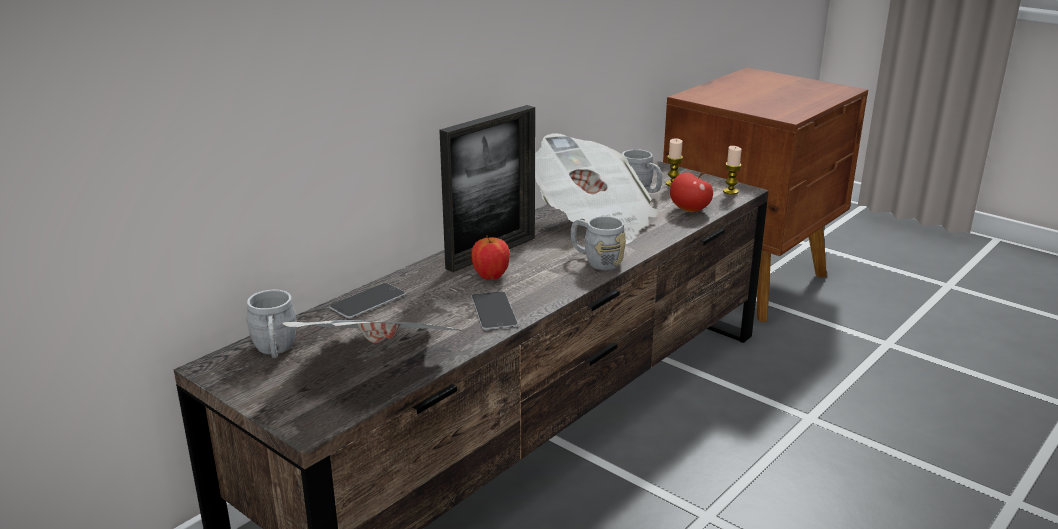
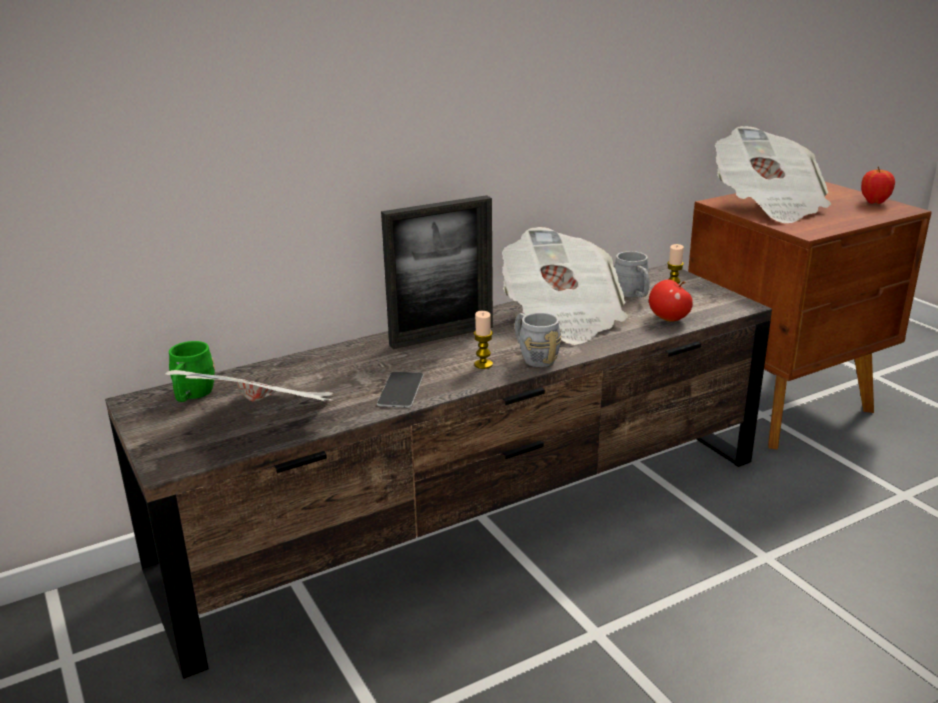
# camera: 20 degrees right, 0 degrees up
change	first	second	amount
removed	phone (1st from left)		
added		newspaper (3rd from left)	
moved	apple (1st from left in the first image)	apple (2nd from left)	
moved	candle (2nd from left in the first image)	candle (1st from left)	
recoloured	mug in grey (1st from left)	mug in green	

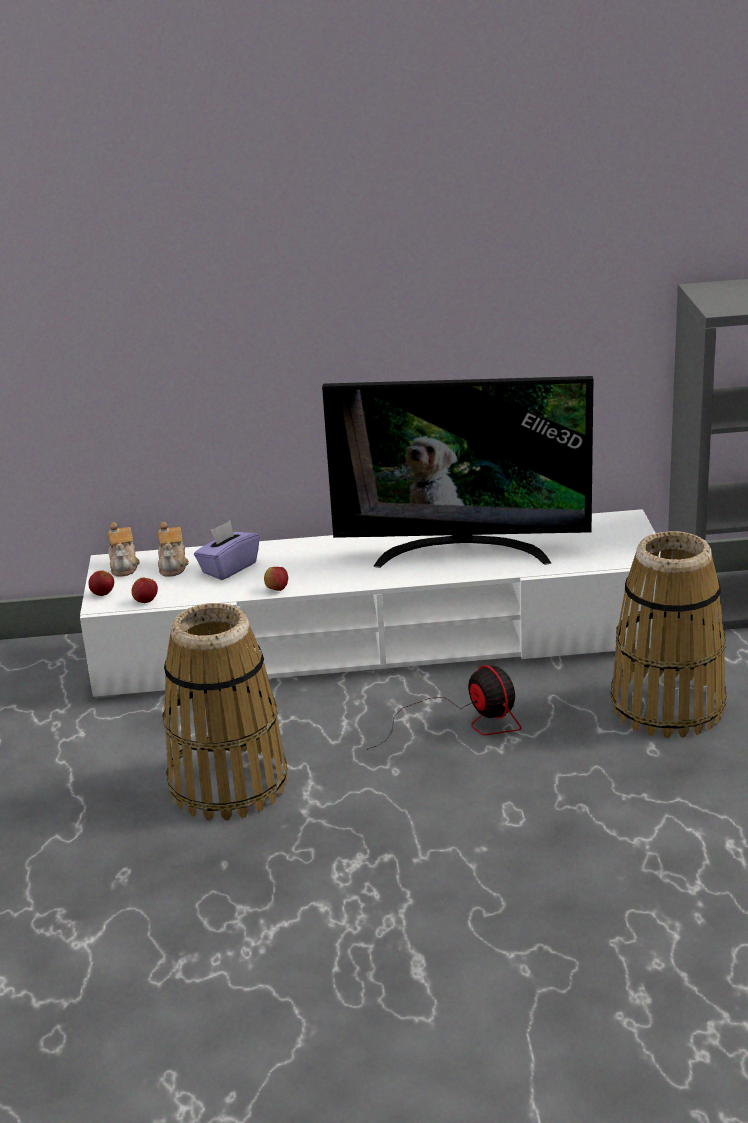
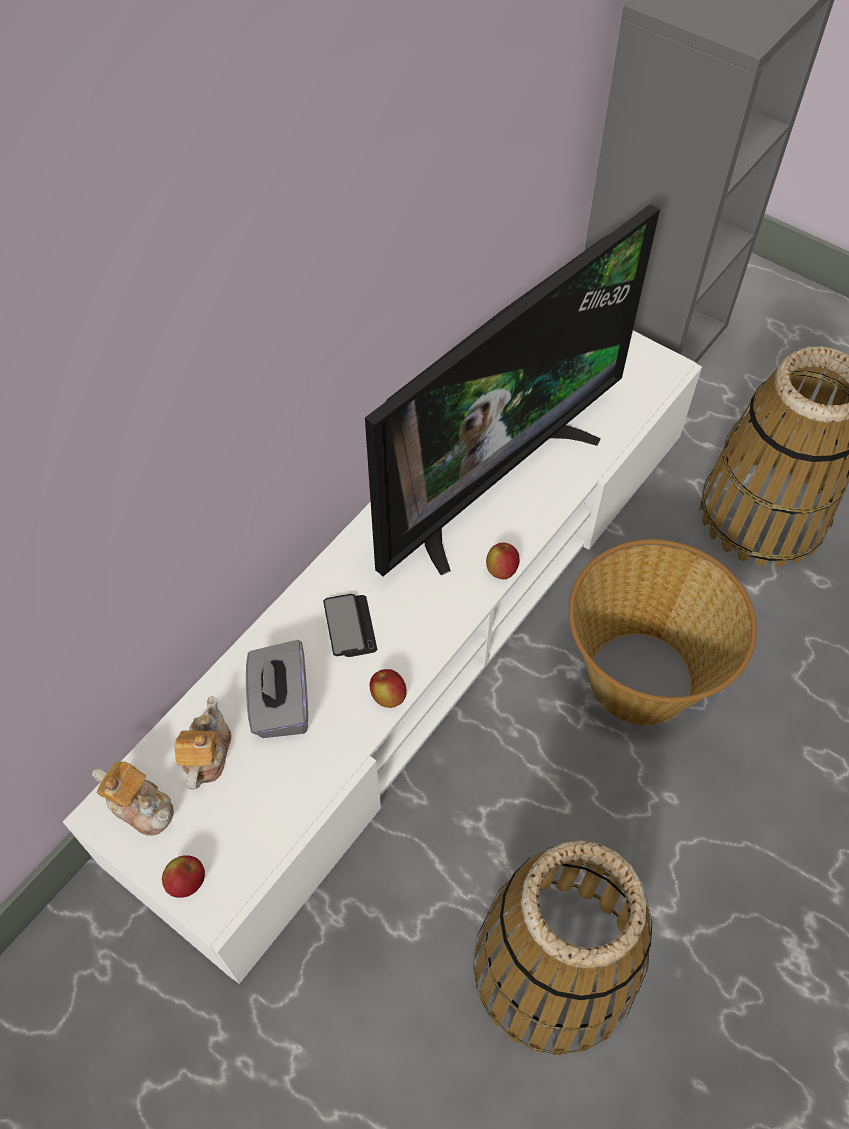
# camera: 50 degrees left, 30 degrees up
change	first	second	amount
added		phone	
moved	apple (2nd from left in the first image)	apple (3rd from left)	
replaced	fan	basket (2nd from left)	
recoloured	tissue box in purple	tissue box in grey	
turned	teapot (2nd from left)		120 degrees counterclockwise

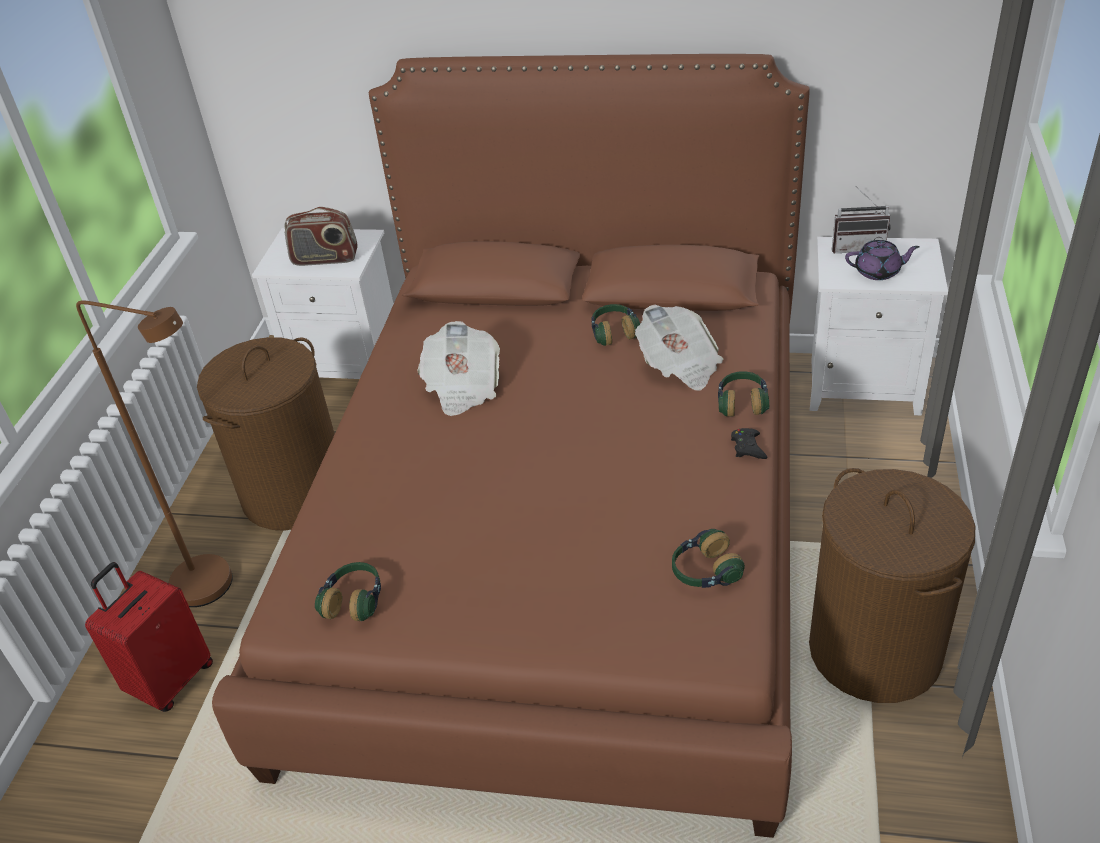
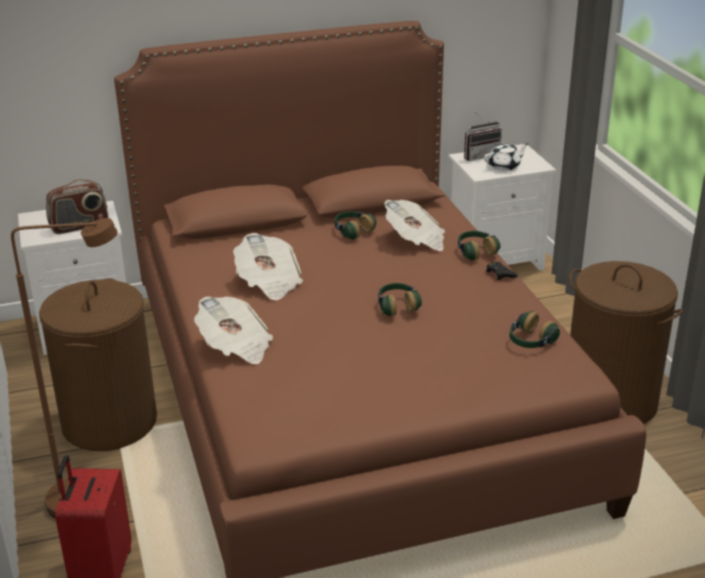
# camera: 30 degrees left, 10 degrees down
change	first	second	amount
added		newspaper (1st from left)	
moved	headphones (1st from left in the first image)	headphones (2nd from left)	
recoloured	teapot in purple	teapot in white	

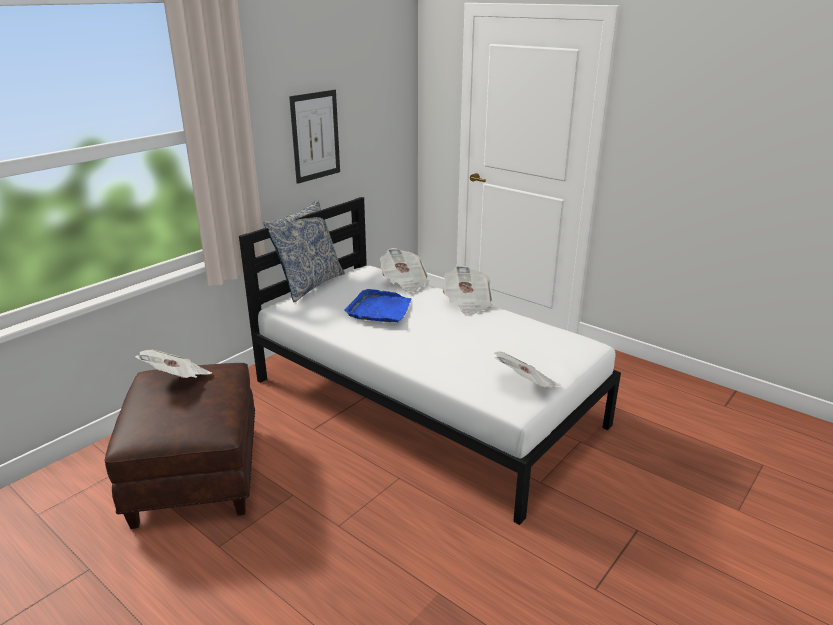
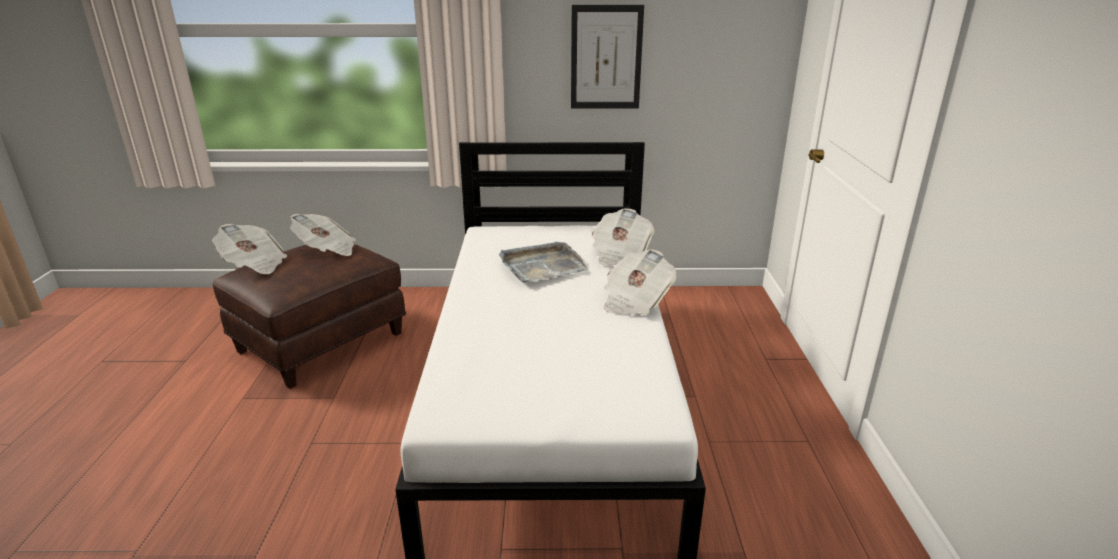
# camera: 50 degrees right, 0 degrees up
change	first	second	amount
removed	pillow		
moved	newspaper (4th from left in the first image)	newspaper (1st from left)	
recoloured	tray in blue	tray in grey	

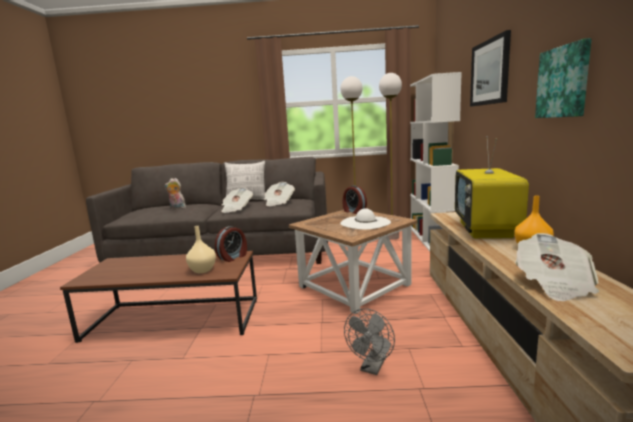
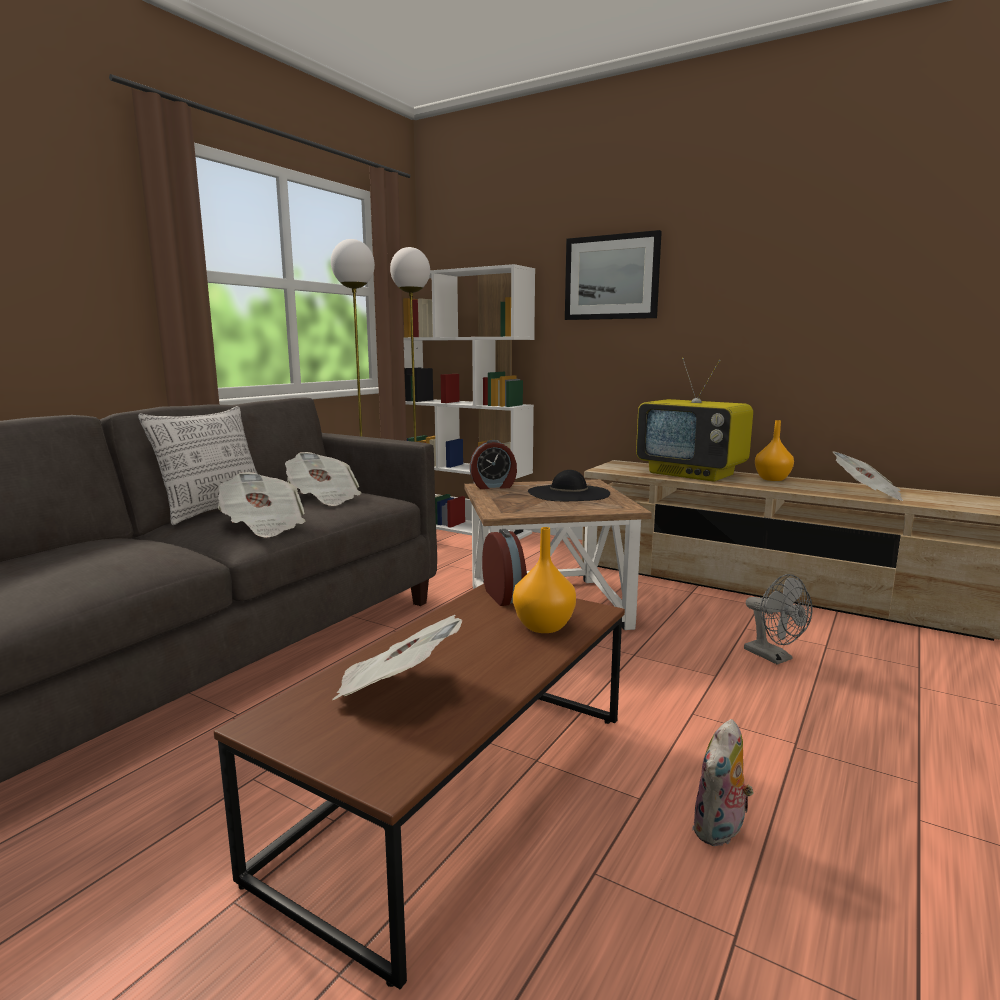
# camera: 60 degrees left, 0 degrees up
change	first	second	amount
removed	picture (2nd from left)		
added		newspaper (3rd from left)	
moved	plush toy		
recoloured	vase in beige	vase in orange (1st from left)	
recoloured	hat in white	hat in black	

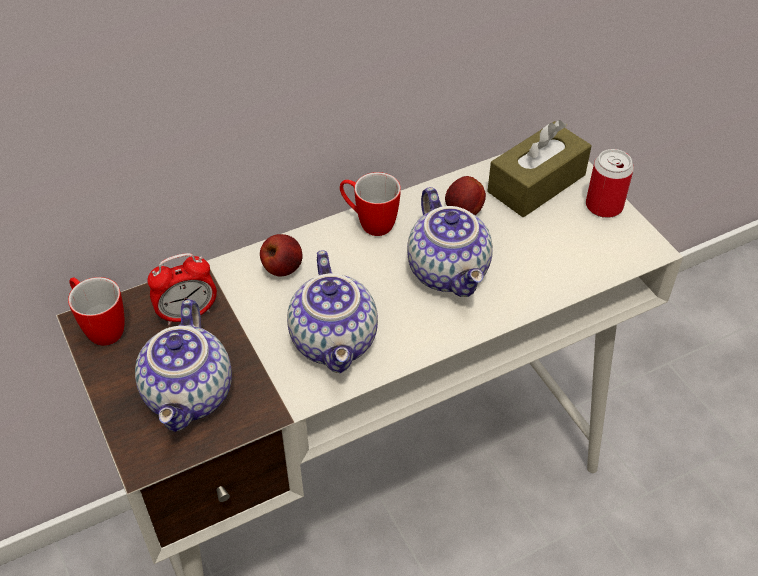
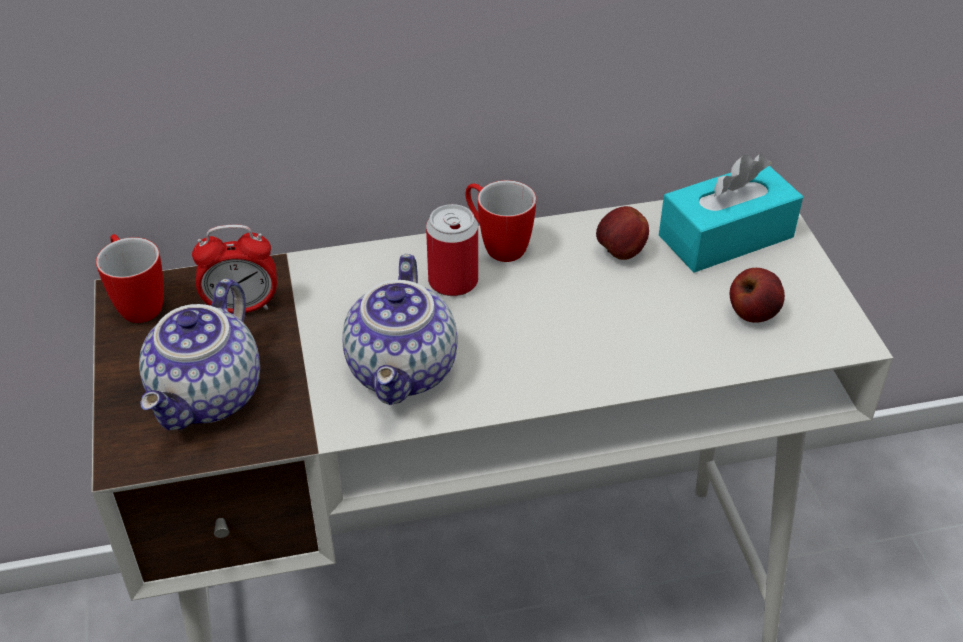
# camera: 15 degrees right, 5 degrees down
change	first	second	amount
removed	teapot (3rd from left)		
moved	apple (1st from left in the first image)	apple (2nd from left)	
moved	can		
recoloured	tissue box in brown	tissue box in turquoise	

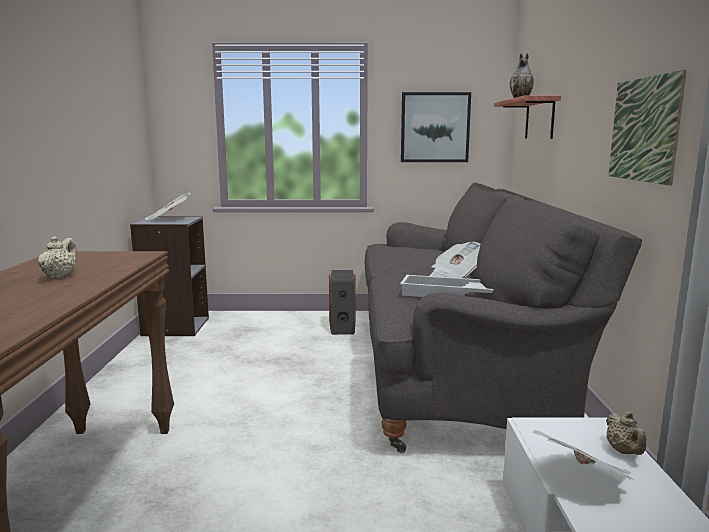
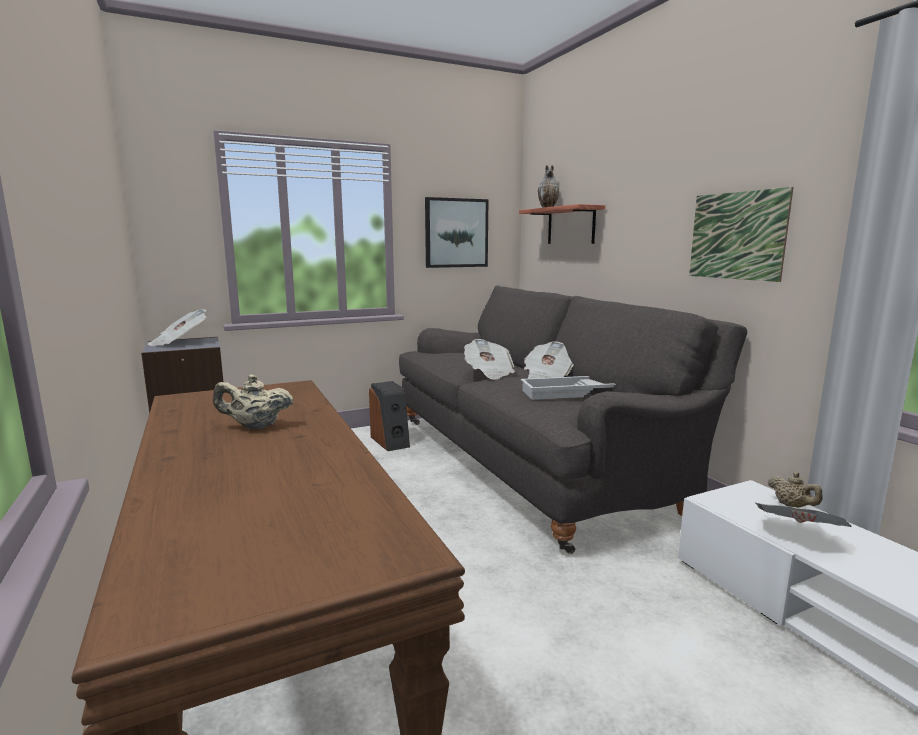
# camera: 25 degrees left, 0 degrees up
change	first	second	amount
added		newspaper (2nd from left)	
turned	teapot in beige (1st from left)		75 degrees counterclockwise

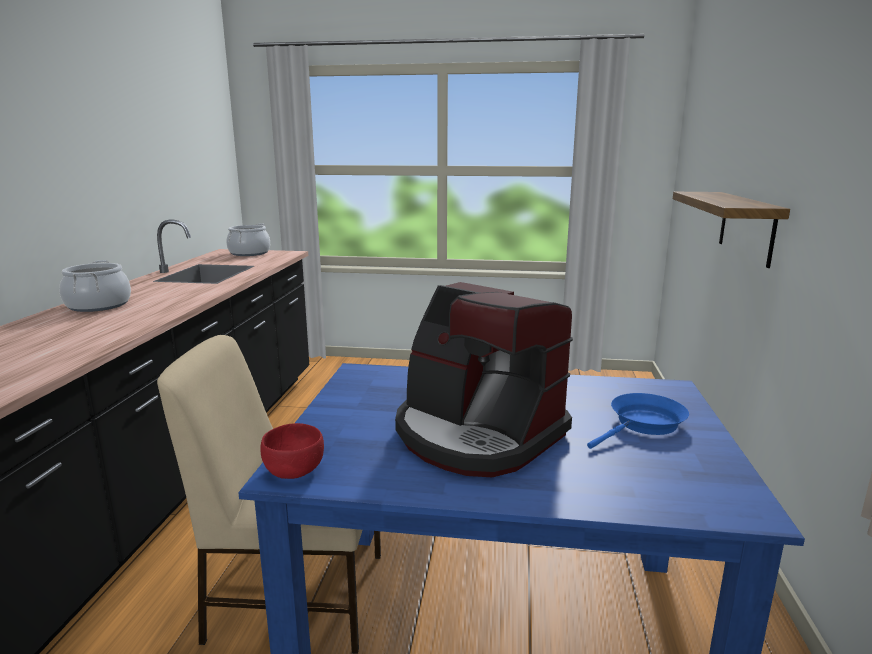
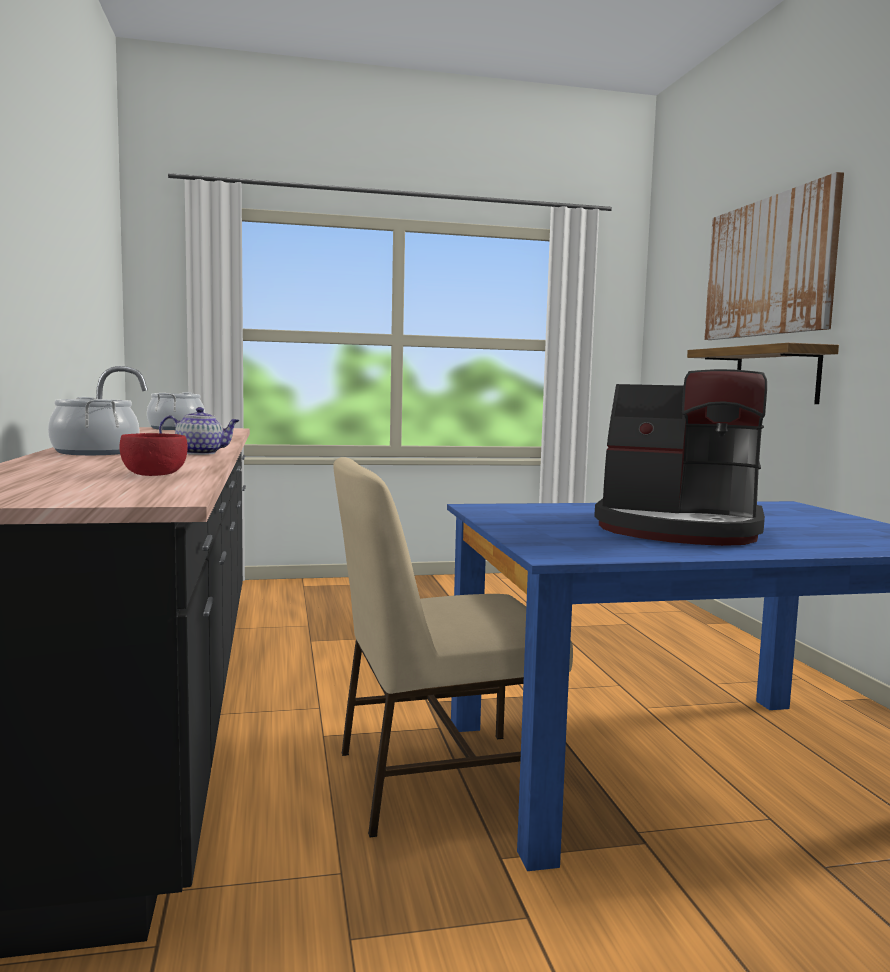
# camera: 20 degrees left, 10 degrees down
change	first	second	amount
removed	frying pan in blue		
added		teapot	
added		picture	
moved	bowl in red		

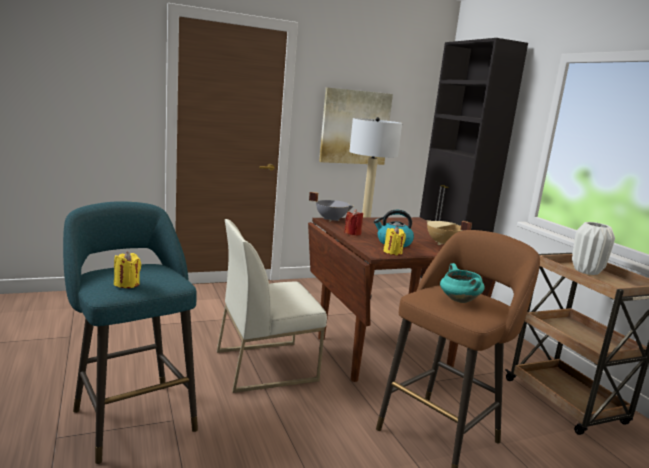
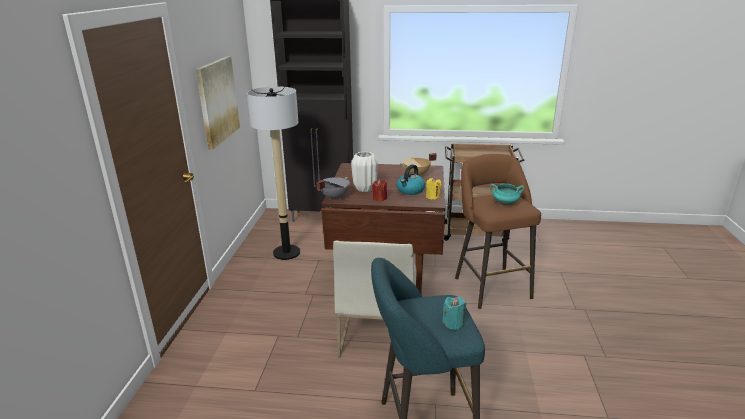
# camera: 60 degrees left, 10 degrees up
change	first	second	amount
moved	vase in white		
recoloured	candle in yellow (1st from left)	candle in turquoise	

